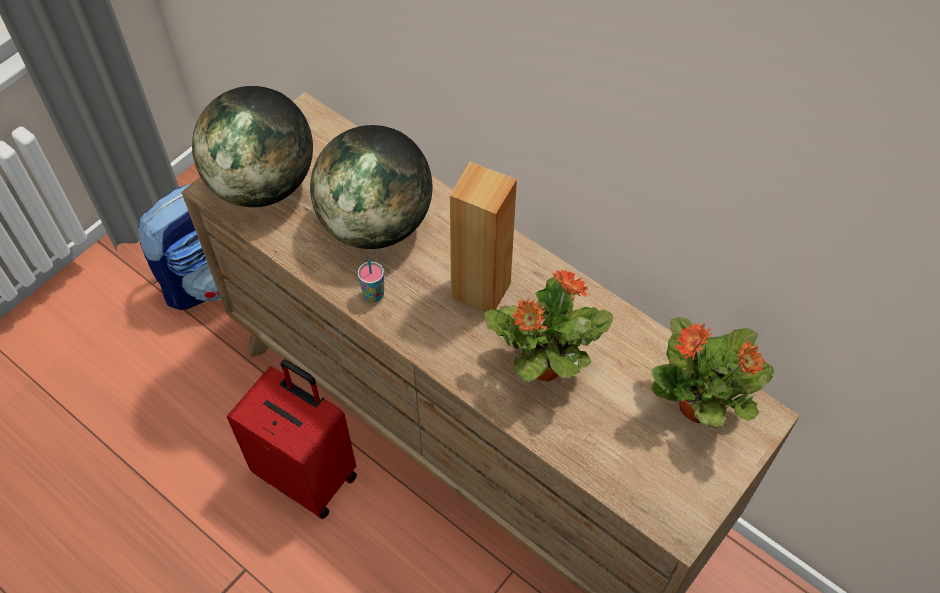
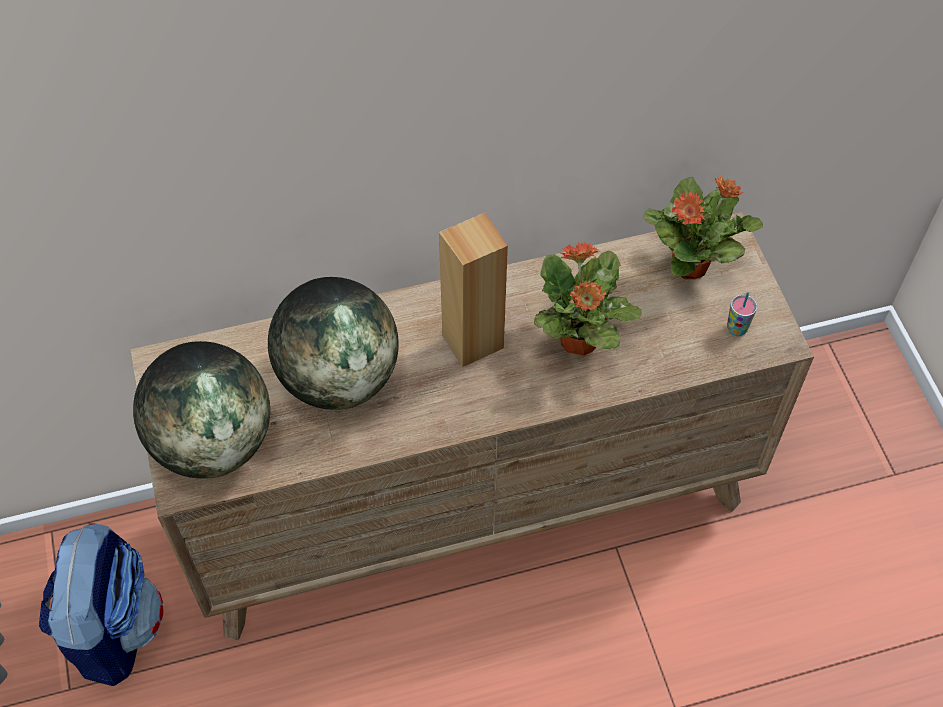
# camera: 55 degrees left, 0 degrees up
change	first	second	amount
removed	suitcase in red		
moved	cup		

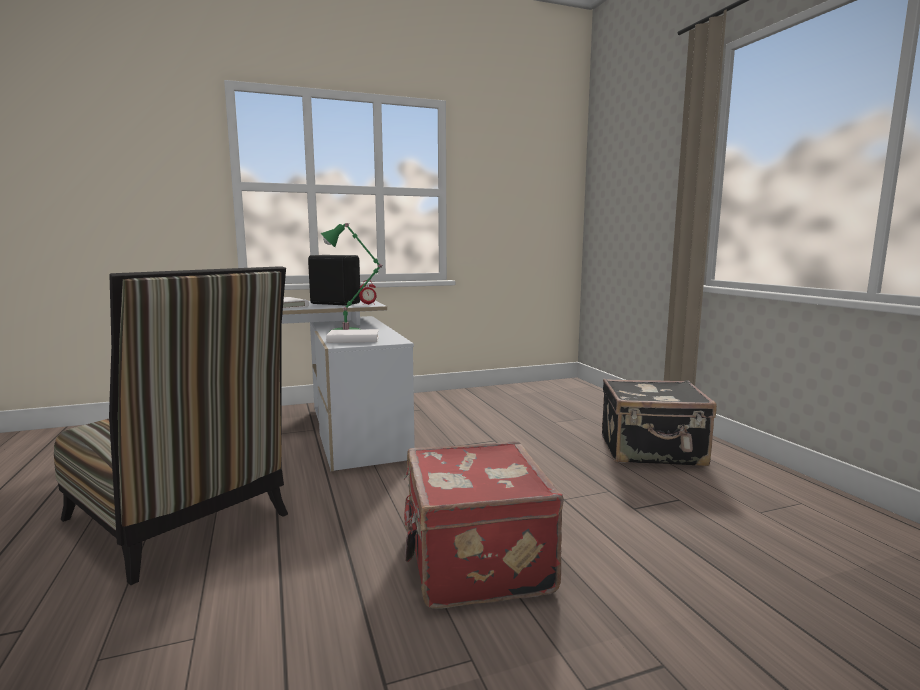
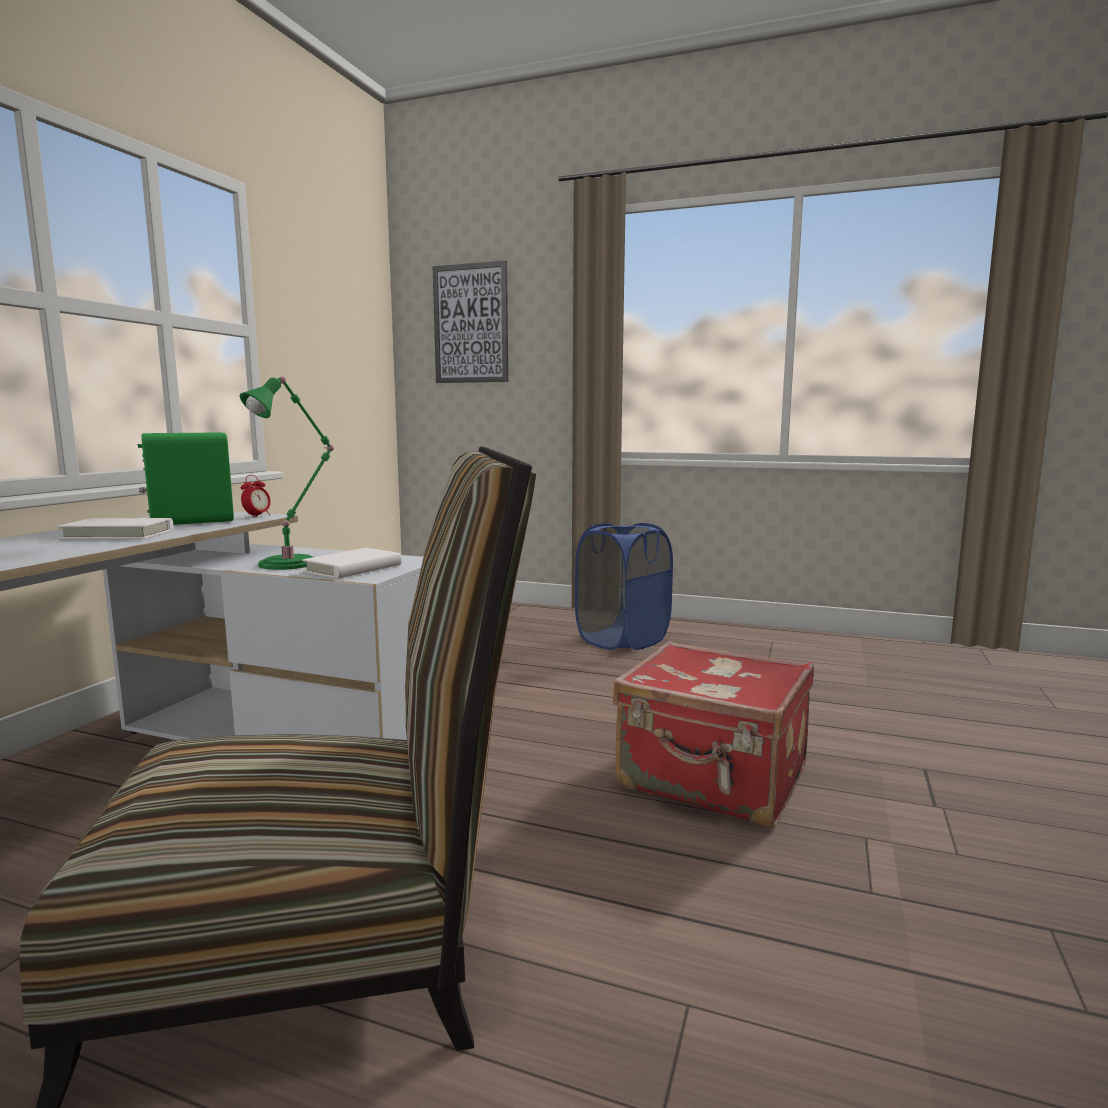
# camera: 50 degrees left, 0 degrees up
change	first	second	amount
added		picture	
replaced	suitcase in black	laundry basket in blue	
recoloured	speaker in black	speaker in green	

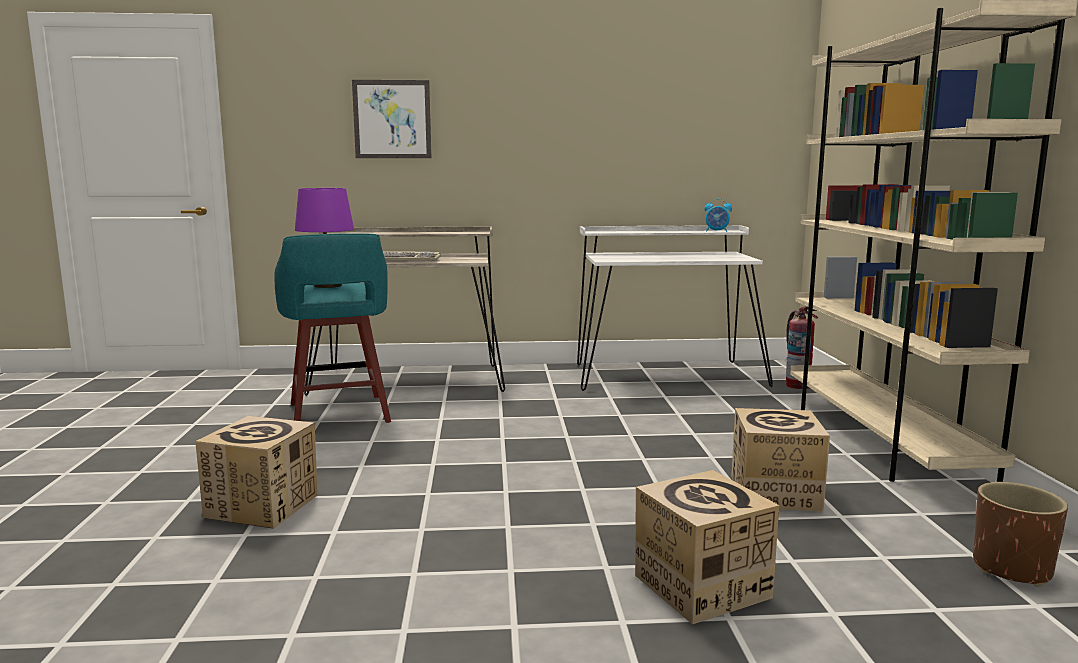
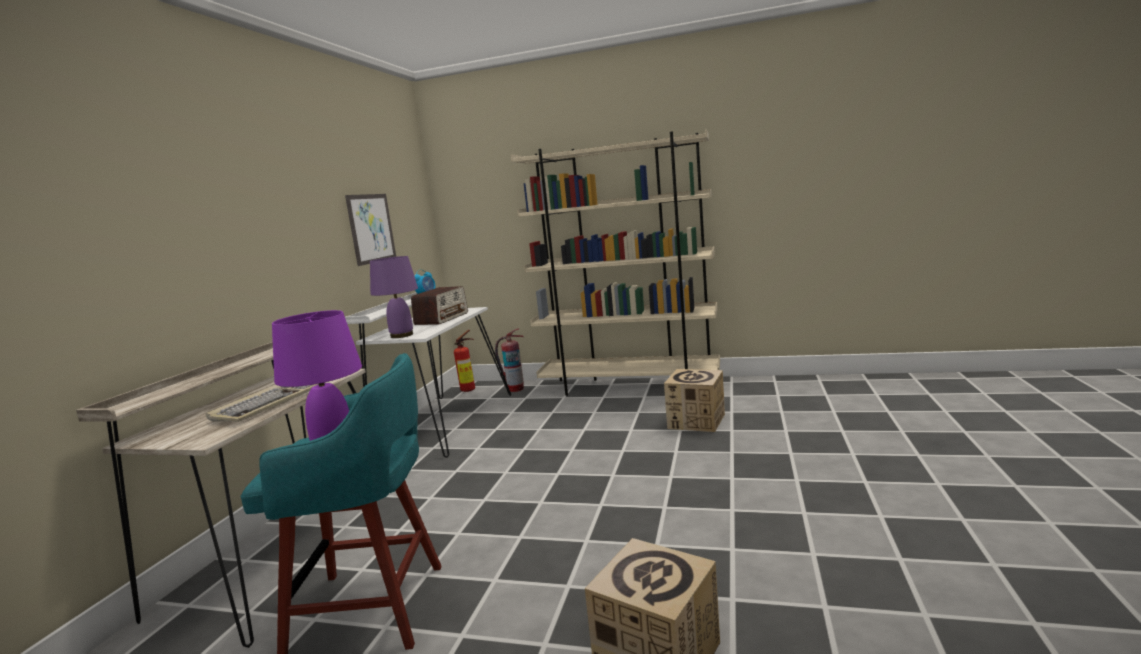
# camera: 70 degrees left, 0 degrees up
change	first	second	amount
removed	cardboard box (2nd from left)		
removed	planter in brown		
added		table lamp in purple (2nd from left)	
added		radio	
added		fire extinguisher (1st from left)	
moved	picture		

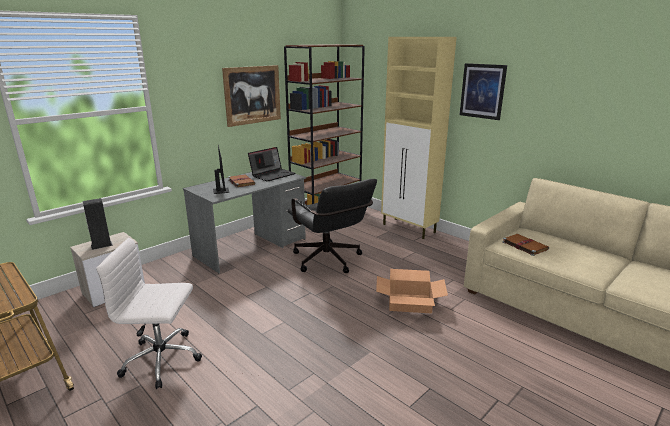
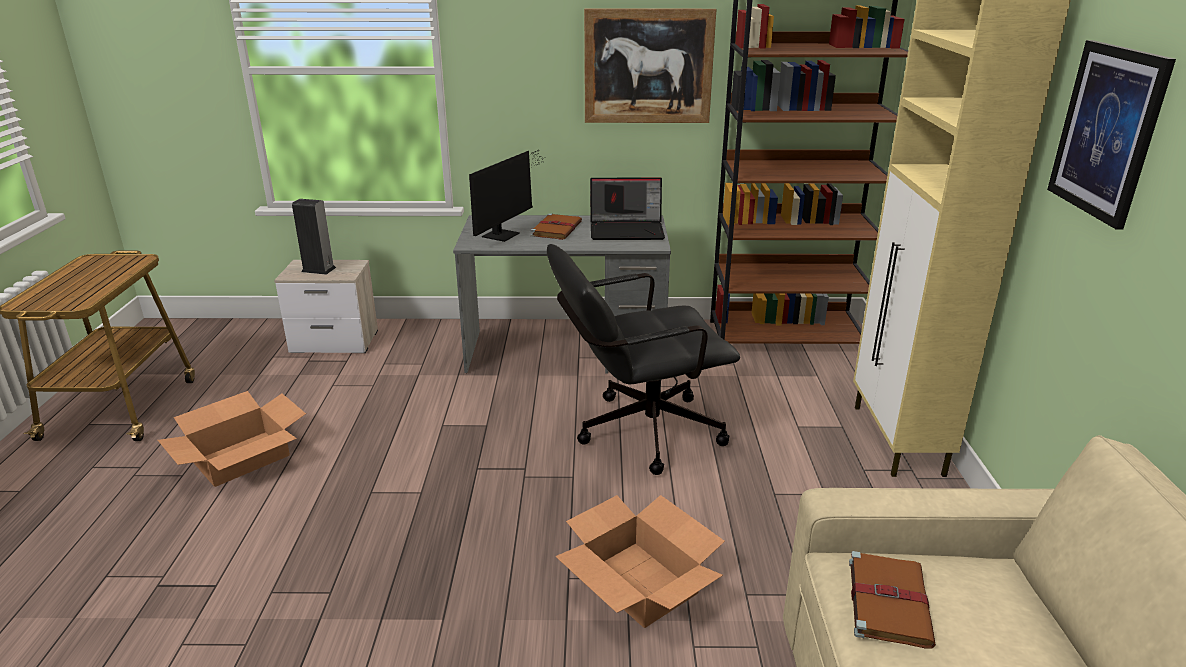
# camera: 45 degrees right, 5 degrees up
change	first	second	amount
replaced	office chair in white	cardboard box (1st from left)	
turned	office chair in black		60 degrees clockwise

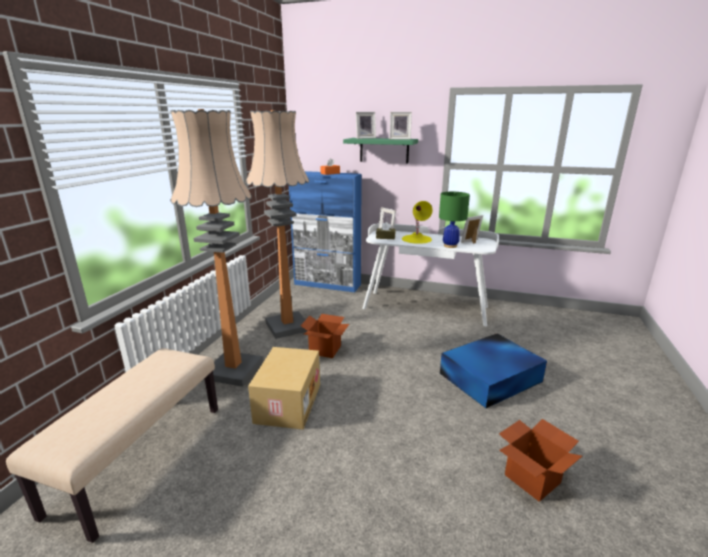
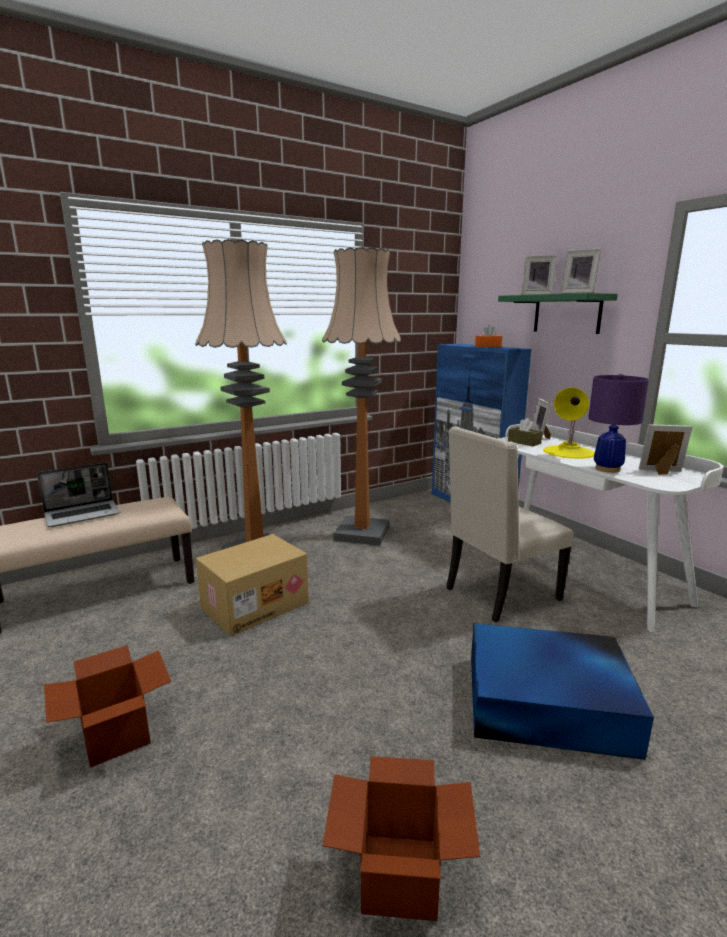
# camera: 40 degrees right, 5 degrees down
change	first	second	amount
added		laptop	
added		chair in beige	
moved	cardboard box (2nd from left in the first image)	cardboard box (1st from left)	
recoloured	table lamp in green	table lamp in purple	

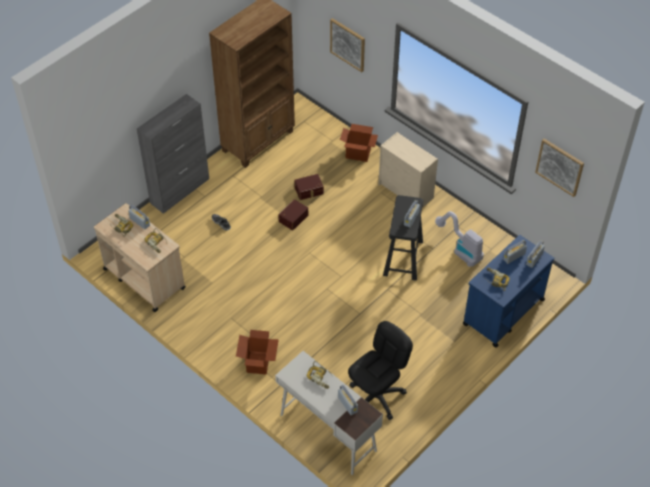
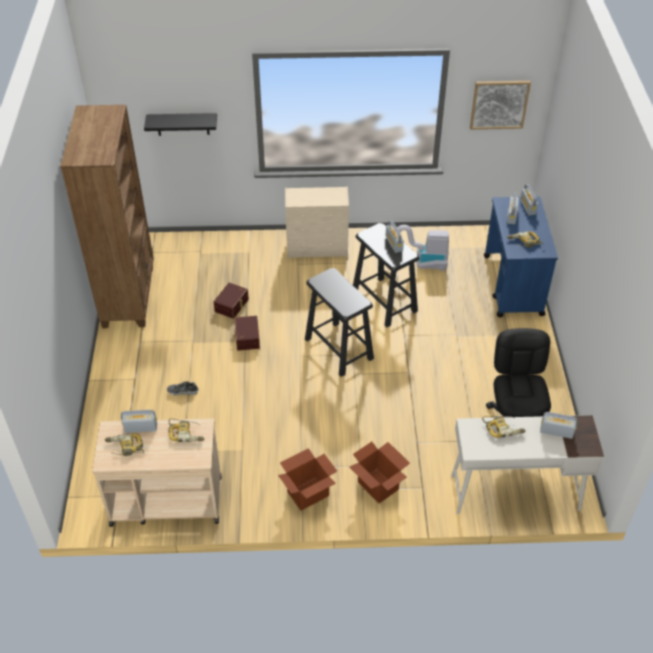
# camera: 45 degrees left, 5 degrees down
change	first	second	amount
removed	cabinet in grey		
added		stool in black (1st from left)	
moved	cardboard box (2nd from left in the first image)	cardboard box (1st from left)	
replaced	picture (1st from left)	shelf in black	

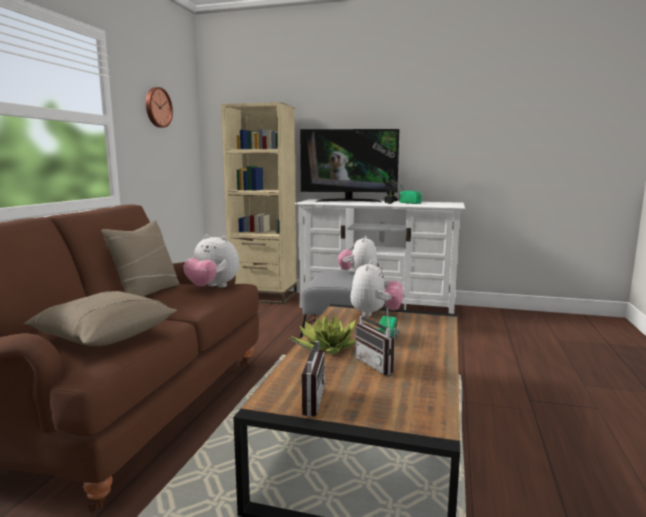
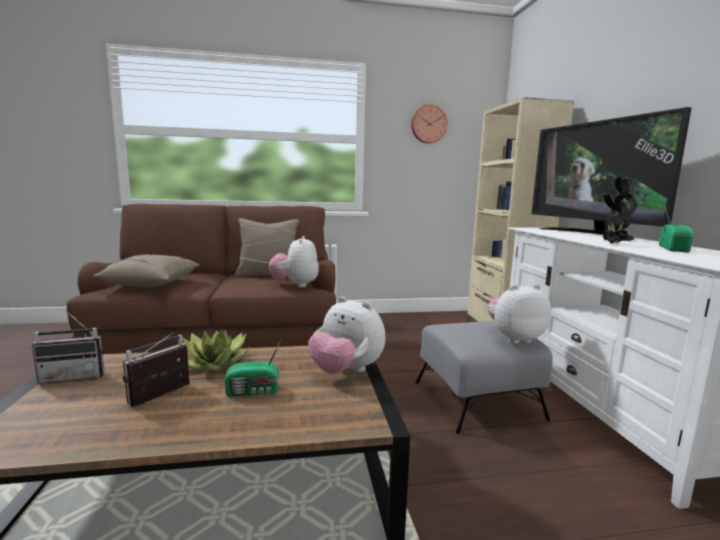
# camera: 65 degrees right, 0 degrees up
change	first	second	amount
turned	plush toy (3rd from left in the first image)	plush toy (2nd from left)	45 degrees clockwise

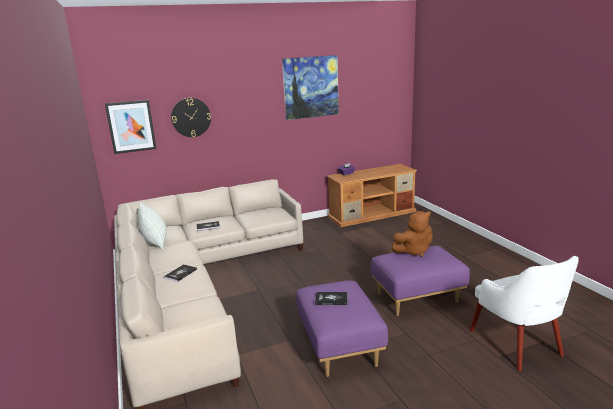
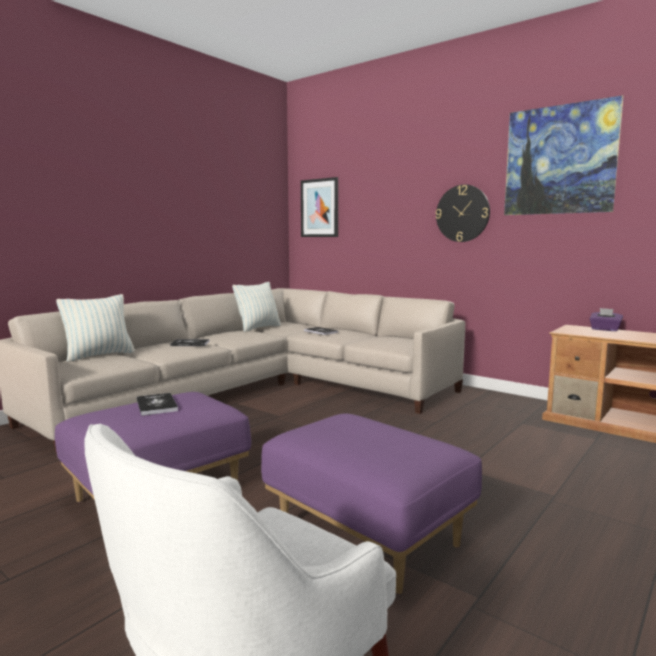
# camera: 60 degrees right, 10 degrees down
change	first	second	amount
removed	plush toy in brown		
added		pillow (1st from left)	
moved	wall clock		

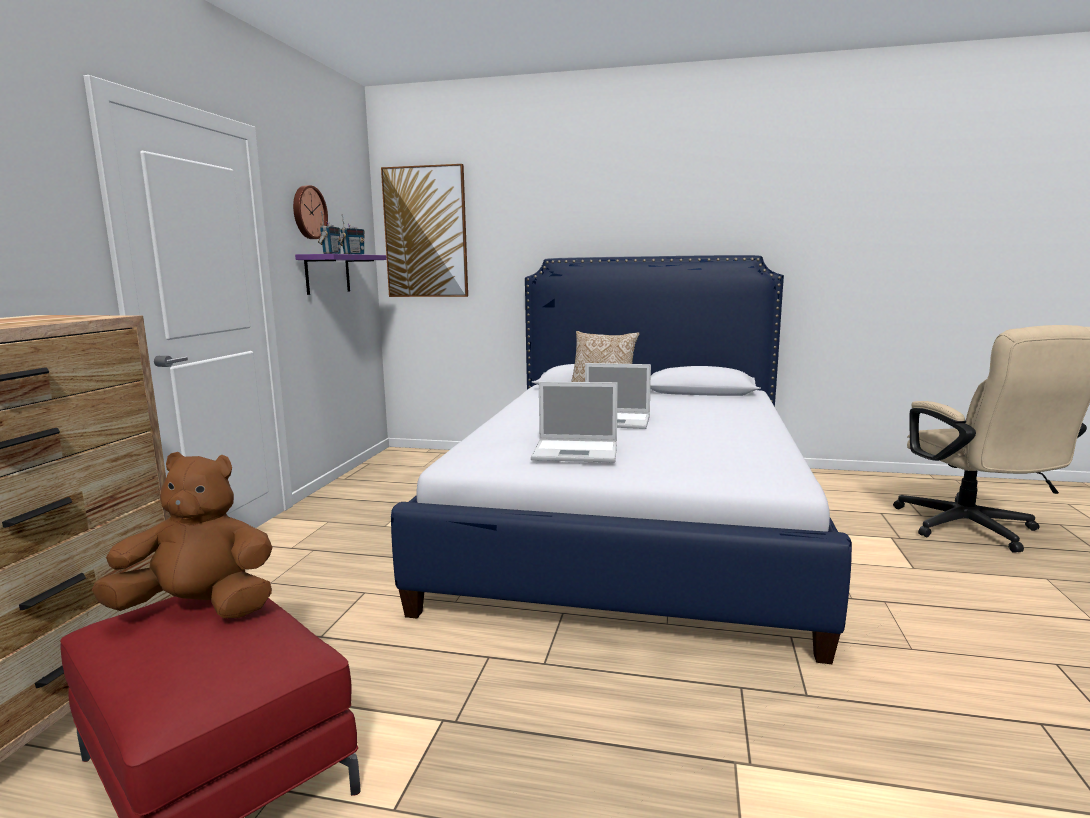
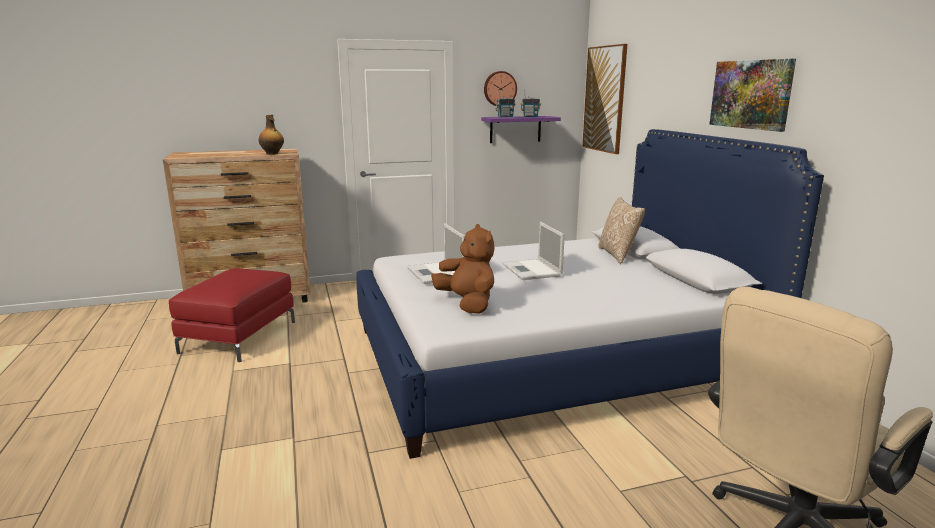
# camera: 60 degrees right, 5 degrees up
change	first	second	amount
added		bottle	
added		picture (2nd from left)	
moved	plush toy in brown		

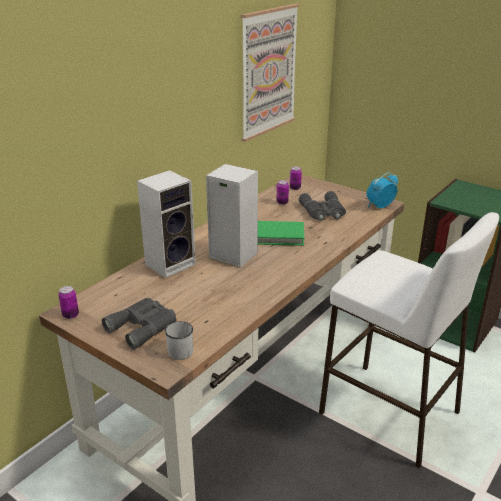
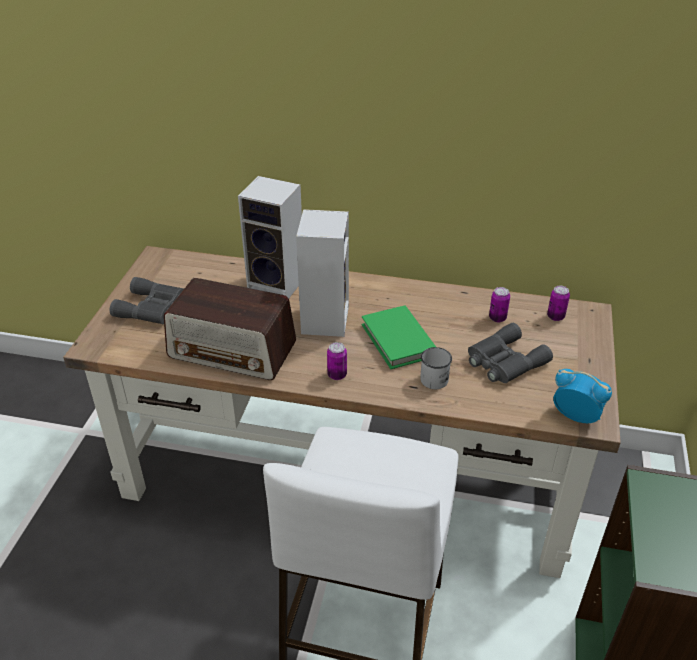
# camera: 65 degrees right, 10 degrees up
change	first	second	amount
removed	picture		
added		radio	
moved	can (1st from left)		
moved	mug in white		

